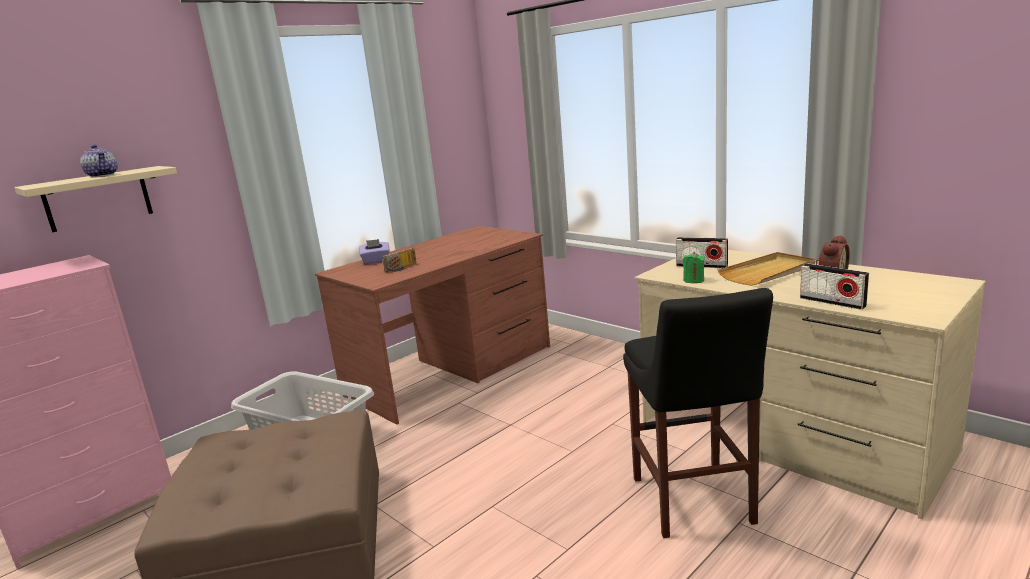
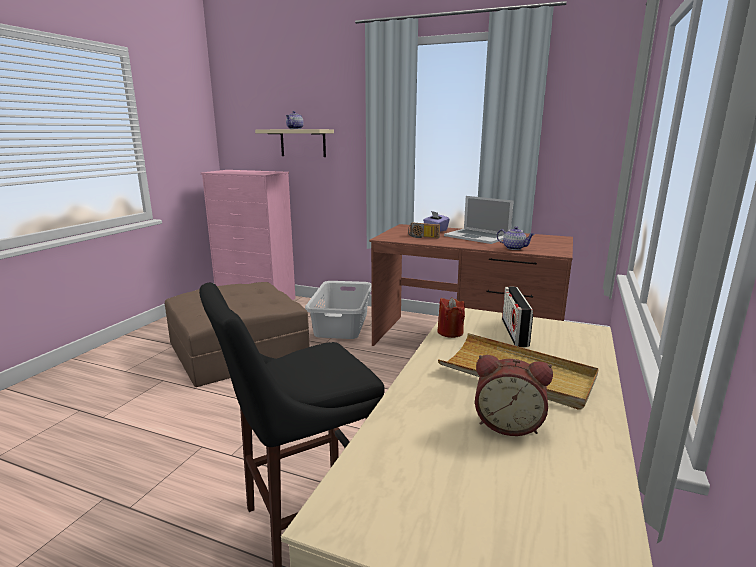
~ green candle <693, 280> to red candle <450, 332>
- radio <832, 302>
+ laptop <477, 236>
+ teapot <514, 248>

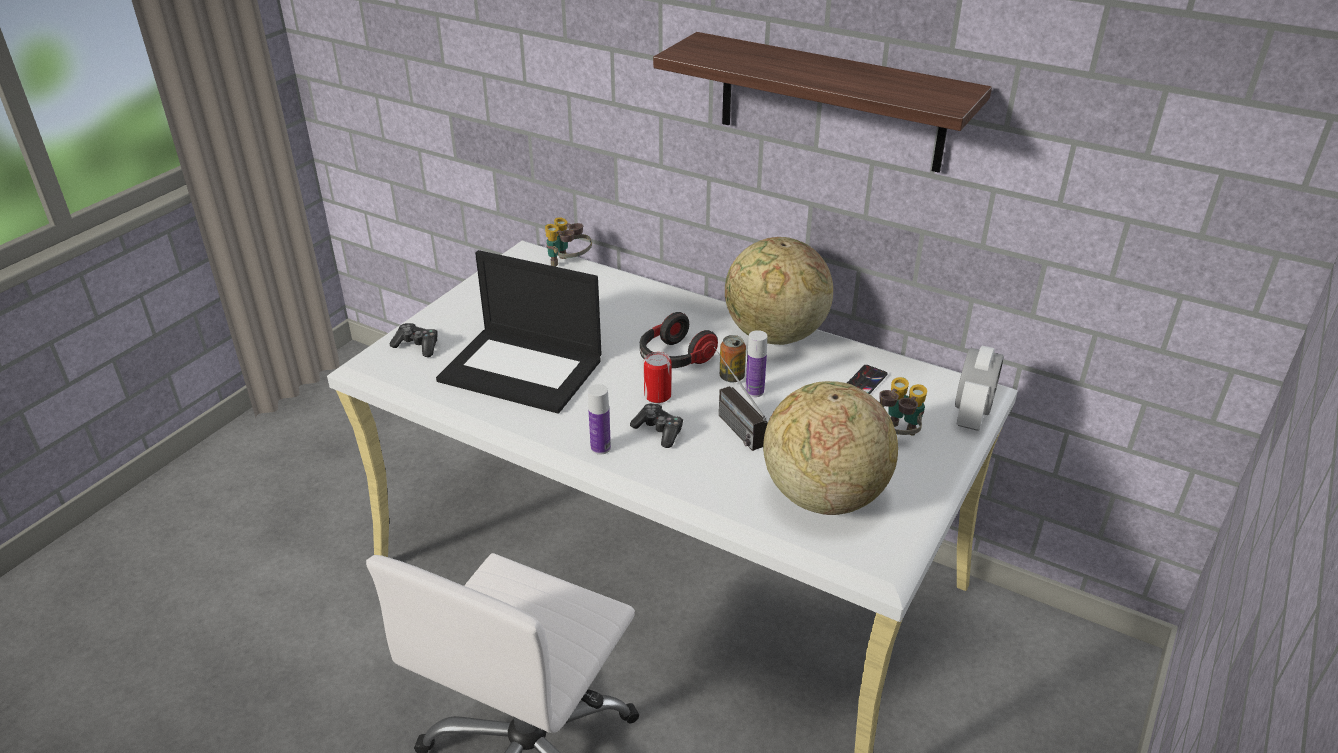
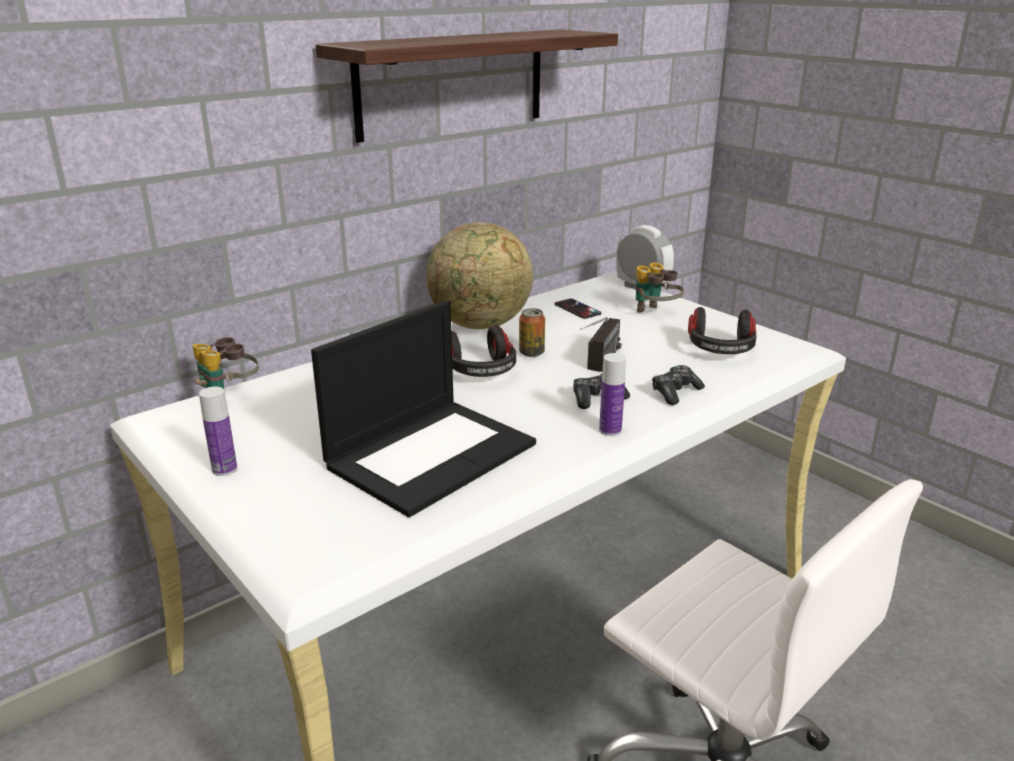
~ game controller <417, 346> to <675, 392>
- can <657, 395>
~ radio <730, 421> = <600, 365> 60 degrees counterclockwise
~ bottle <754, 391> to <224, 469>
~ globe <823, 496> to headphones <720, 350>

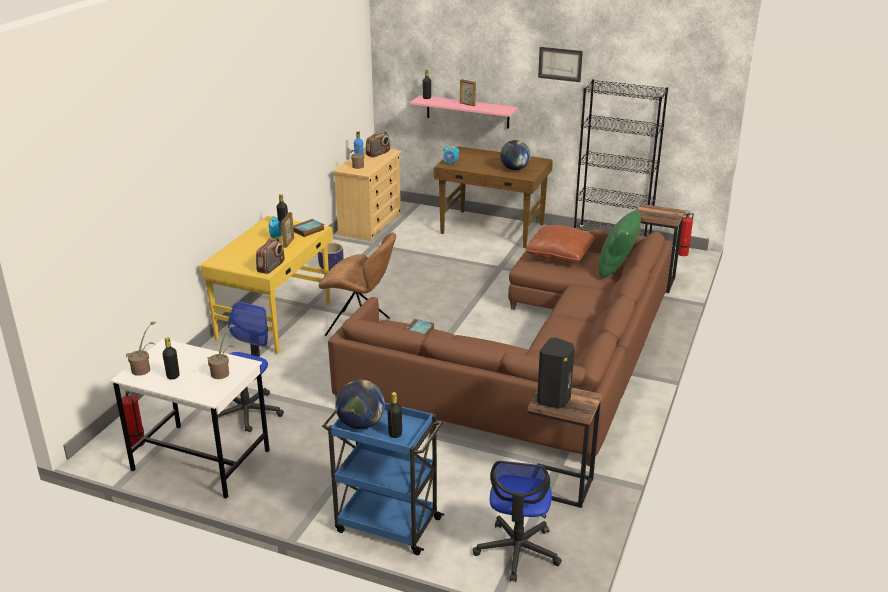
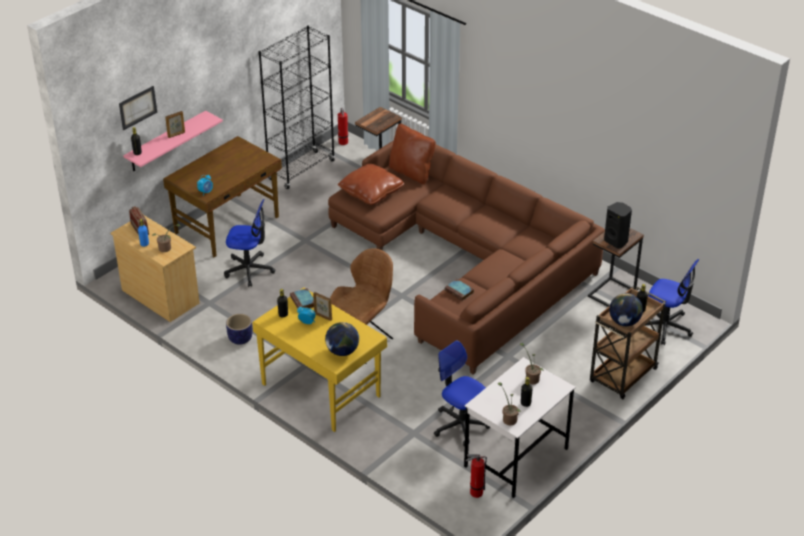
- radio <271, 267>
~ blue cart <386, 524> to brown cart <622, 376>
~ globe <514, 169> to <342, 351>
~ picture <560, 64> to <137, 107>
~ green pillow <616, 269> to brown pillow <411, 173>
+ office chair <249, 270>

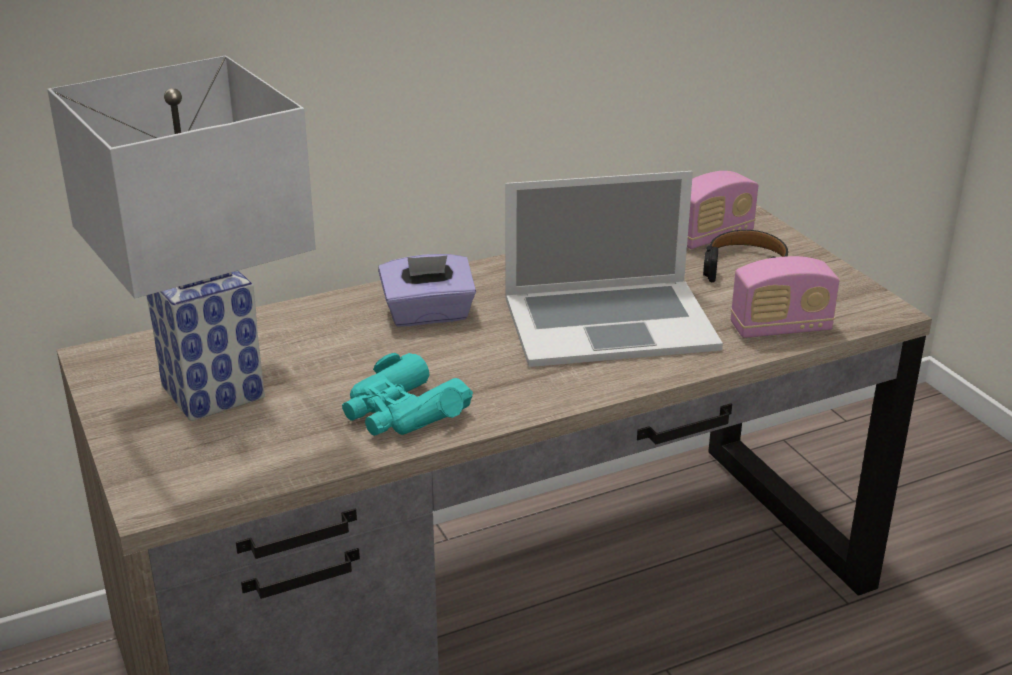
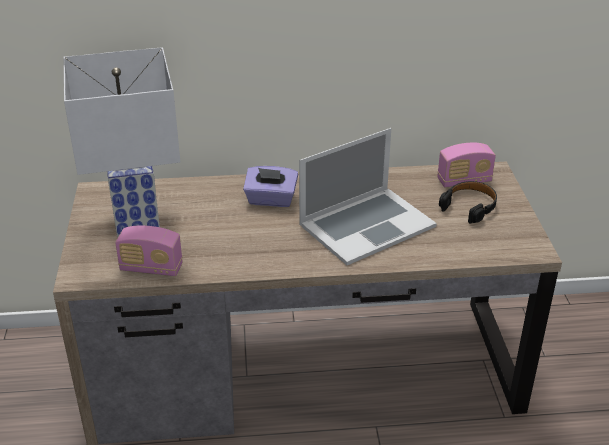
- turquoise binoculars <402, 412>
~ laptop <609, 322> = <366, 225> 45 degrees counterclockwise
~ radio <780, 329> to <151, 268>

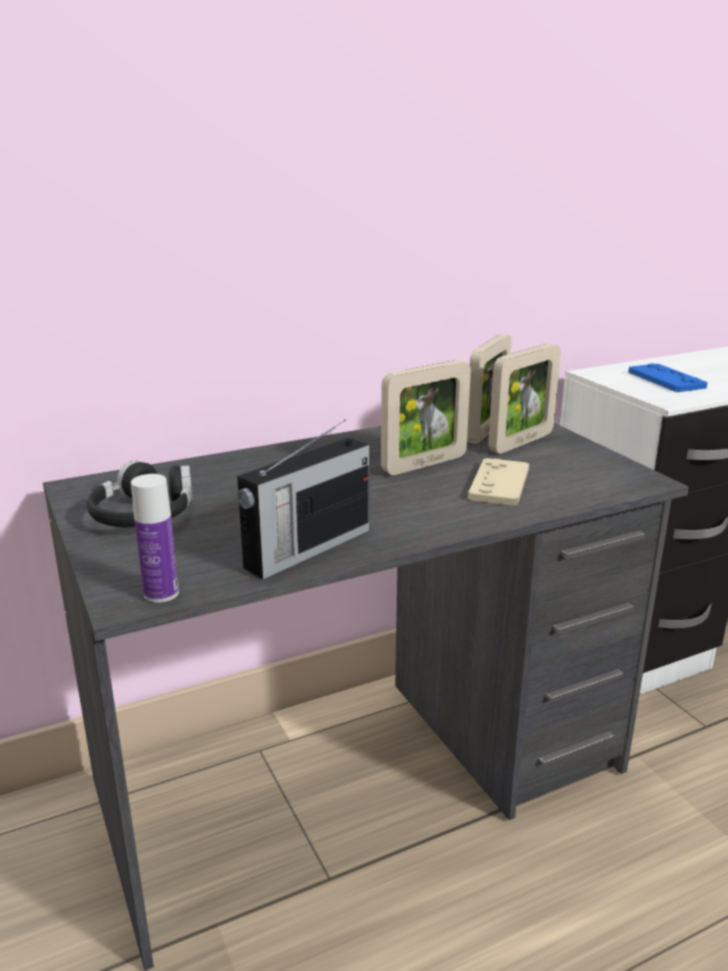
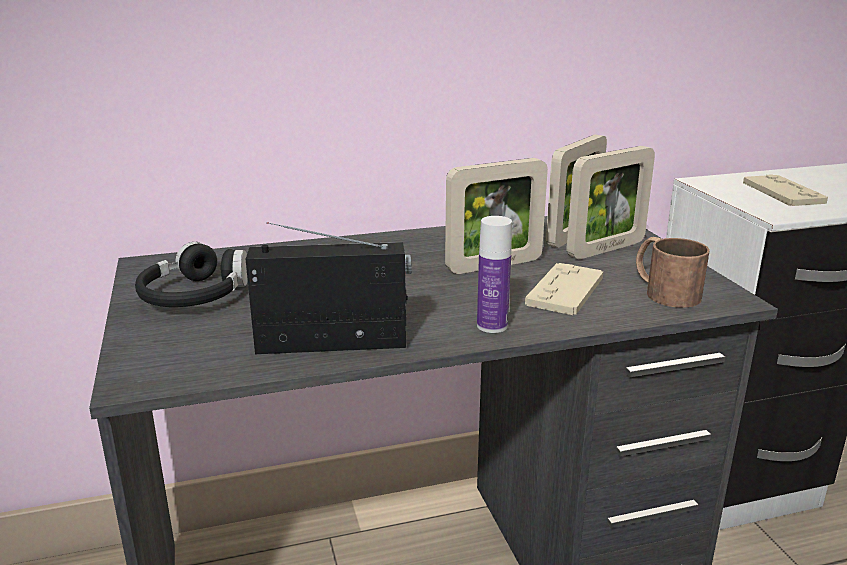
~ bottle <161, 593> to <492, 326>
~ radio <306, 549> = <334, 343> 150 degrees counterclockwise
~ blue game controller <666, 379> to beige game controller <783, 192>
+ brown mug <663, 291>

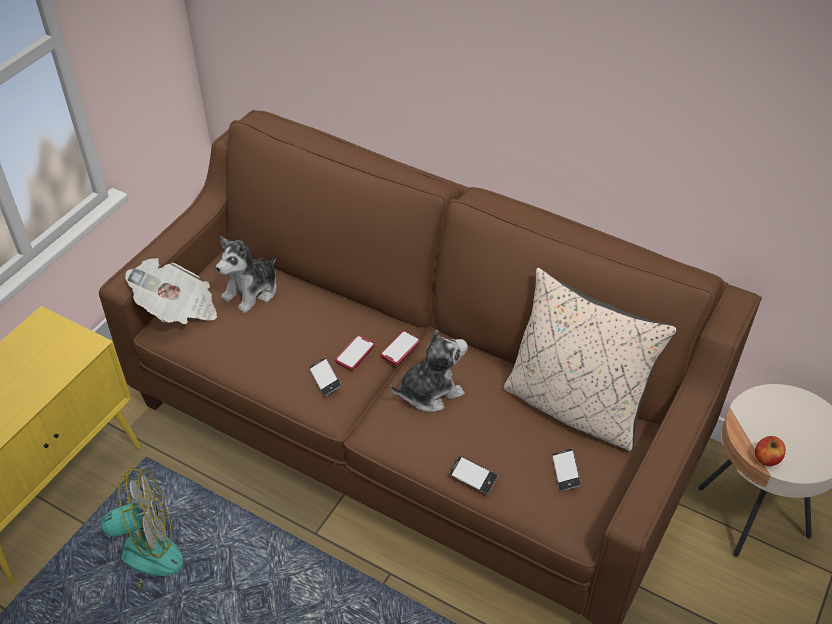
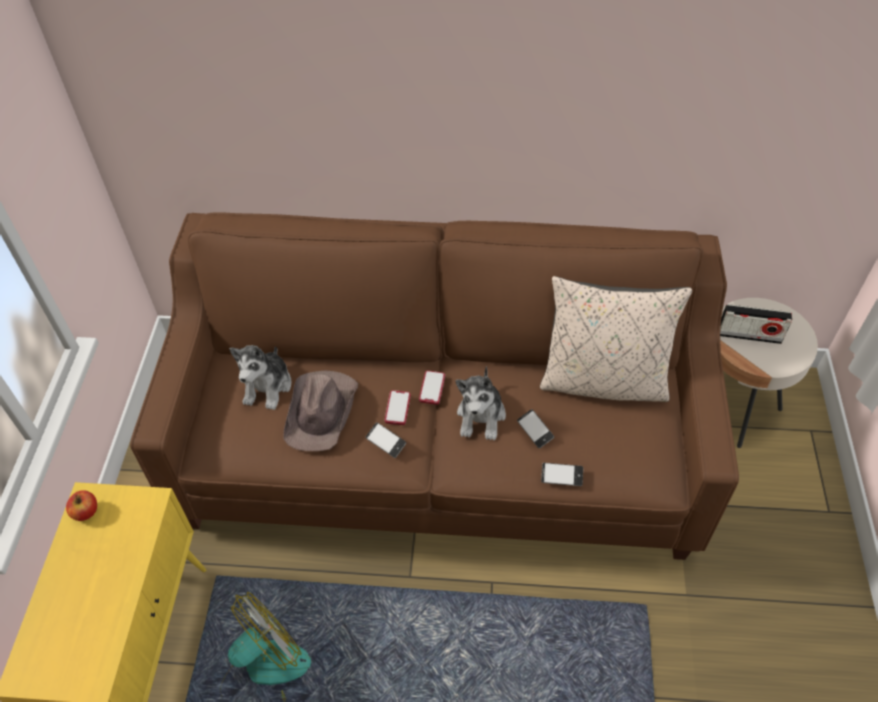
- newspaper <178, 308>
~ plush toy <430, 391> = <481, 416> 150 degrees clockwise
~ phone <565, 472> to <535, 430>
~ apple <767, 458> to <86, 512>
+ brown hat <322, 411>
+ radio <749, 335>

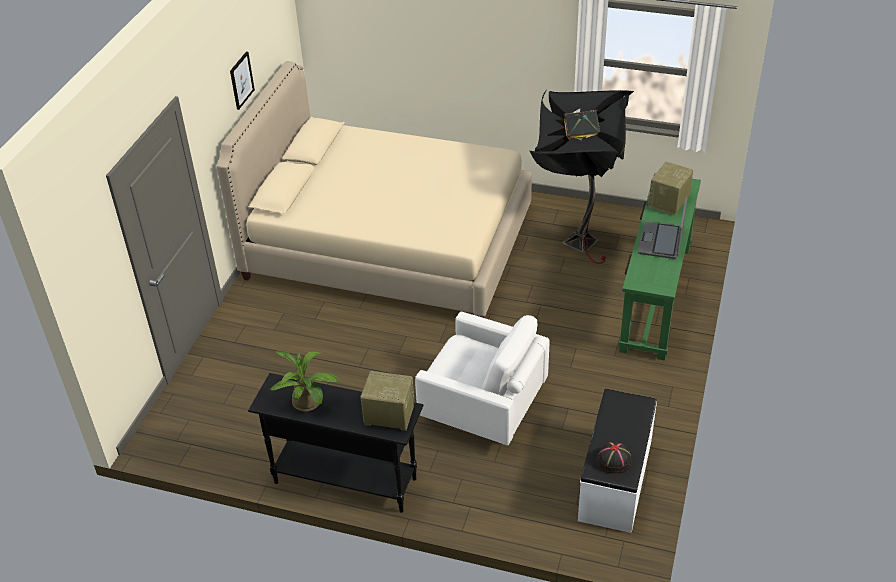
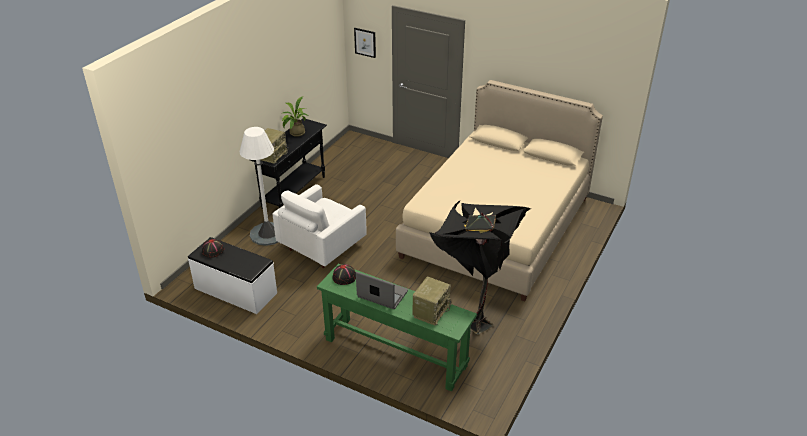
~ picture <241, 80> to <365, 42>
~ radio <668, 202> = <431, 311> 75 degrees clockwise
+ white floor lamp <268, 234>
+ black hat <344, 277>

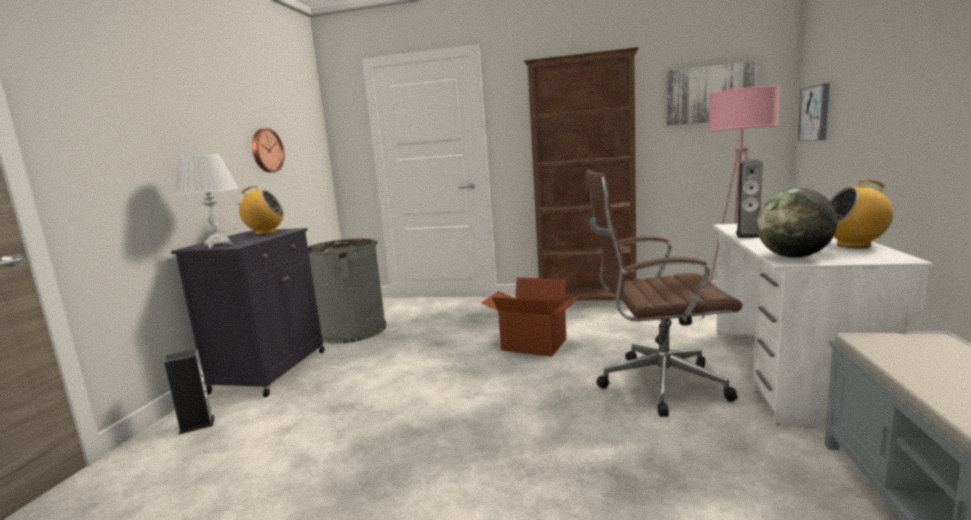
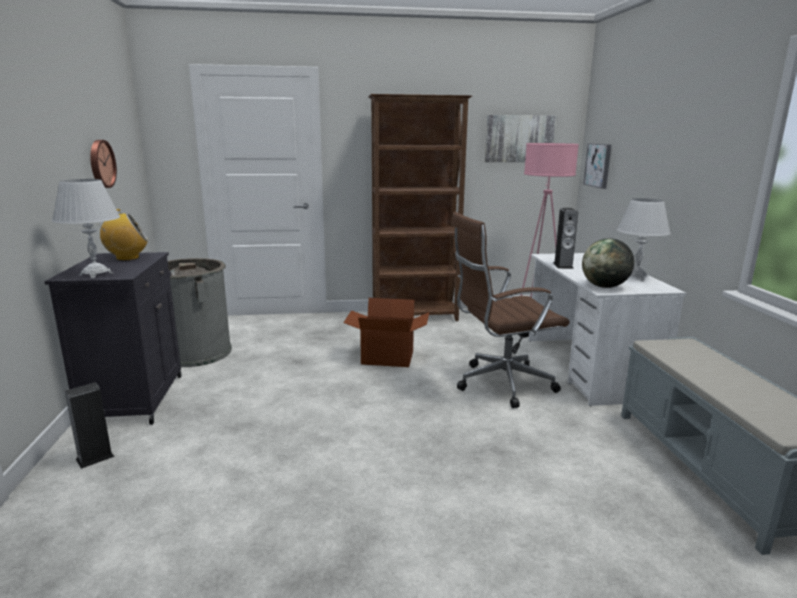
~ radio <854, 245> to white table lamp <636, 277>

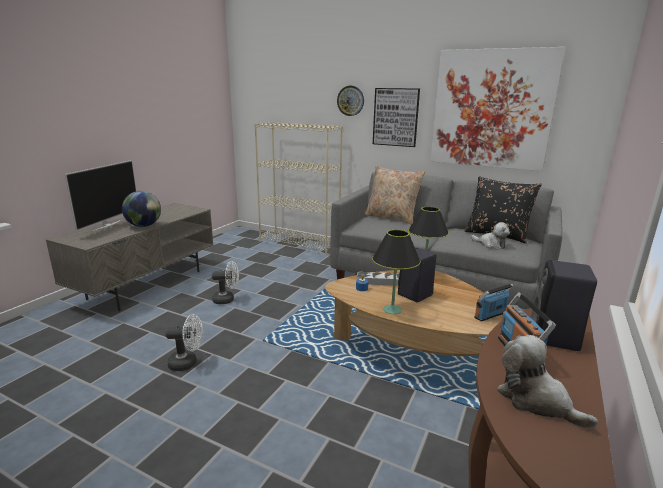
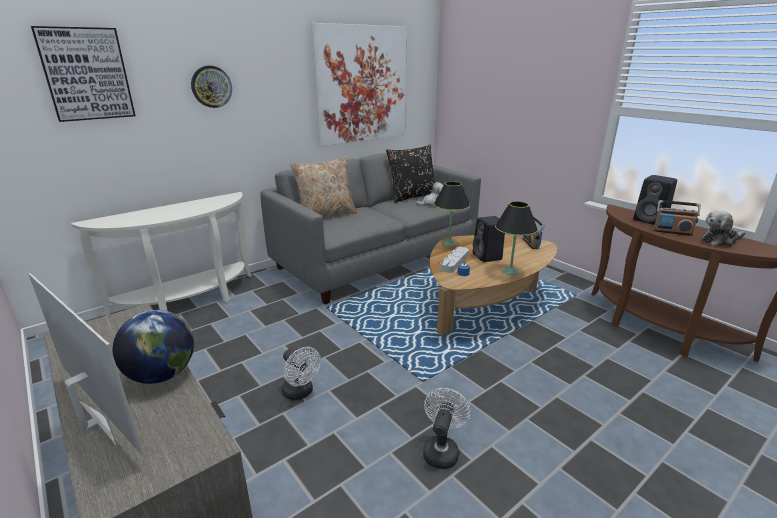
~ white fan <227, 299> = <301, 393> 120 degrees clockwise
~ beige bookcase <300, 243> to white console table <189, 302>
~ picture <395, 117> to <86, 74>

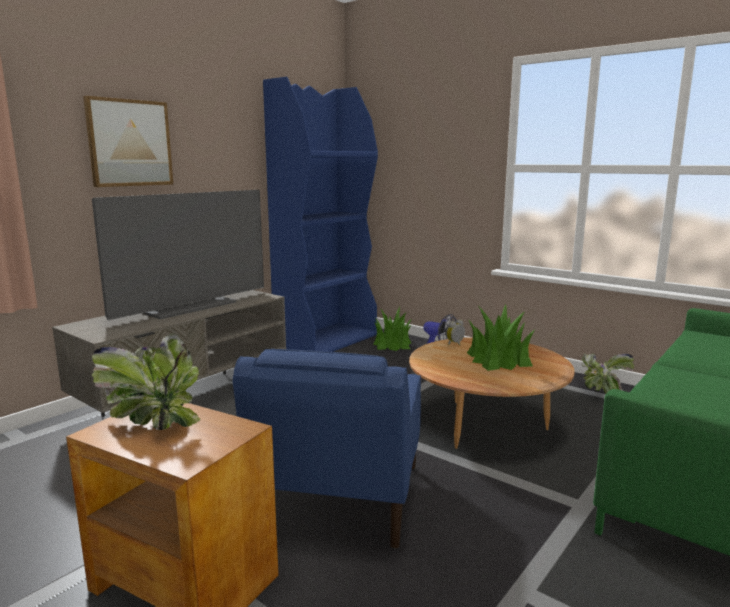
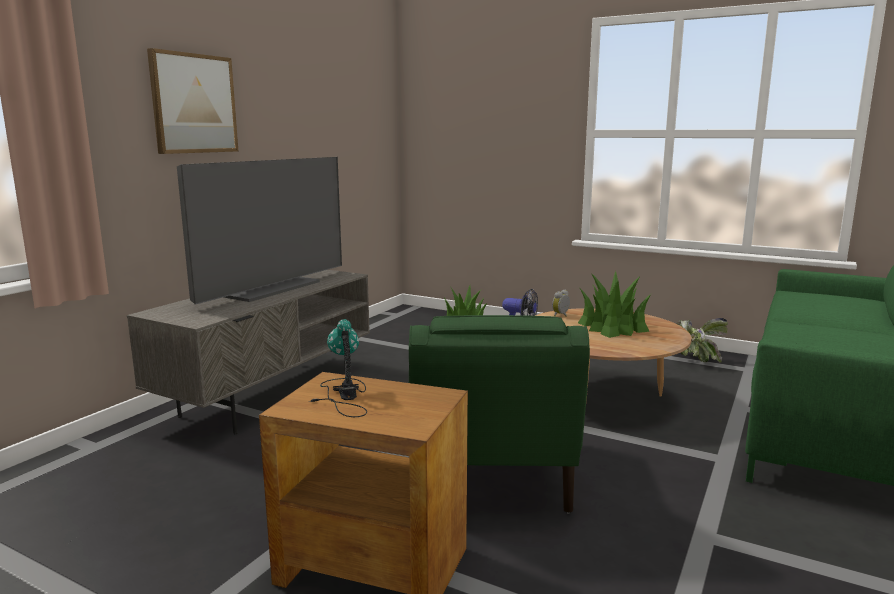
~ potted plant <155, 422> to table lamp <343, 395>
~ blue armchair <339, 499> to green armchair <490, 475>
- blue bookcase <327, 340>

